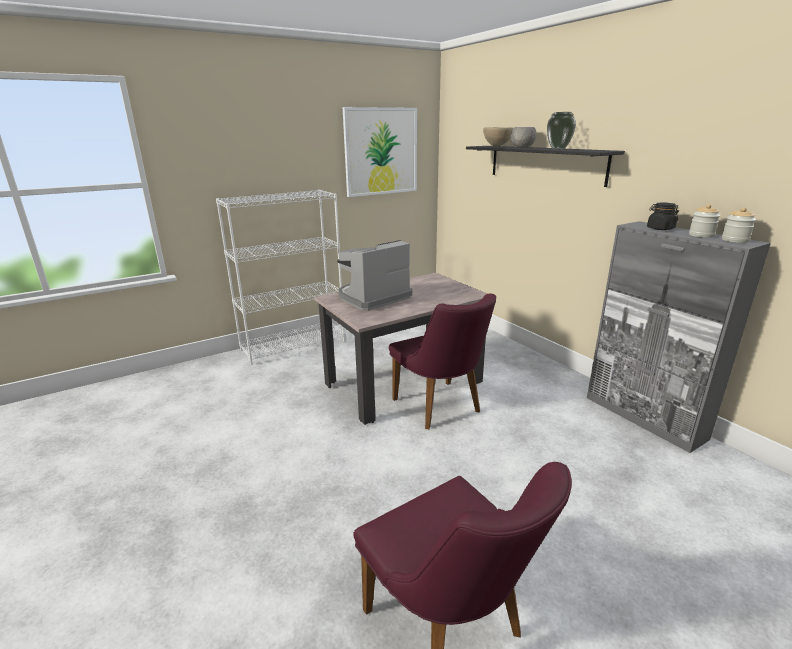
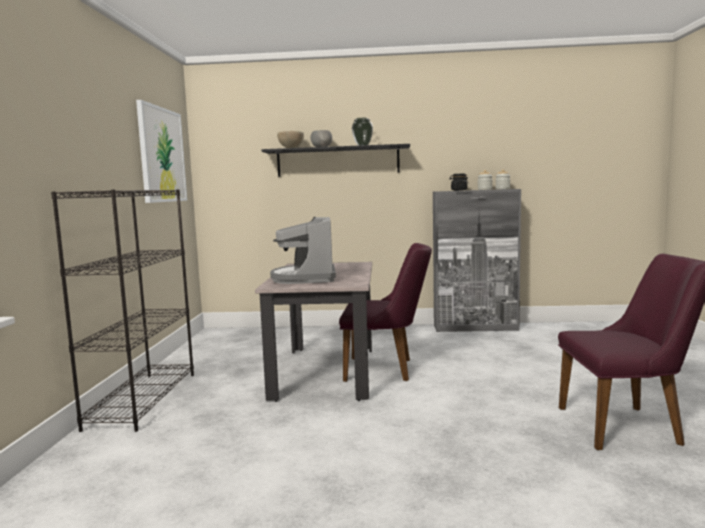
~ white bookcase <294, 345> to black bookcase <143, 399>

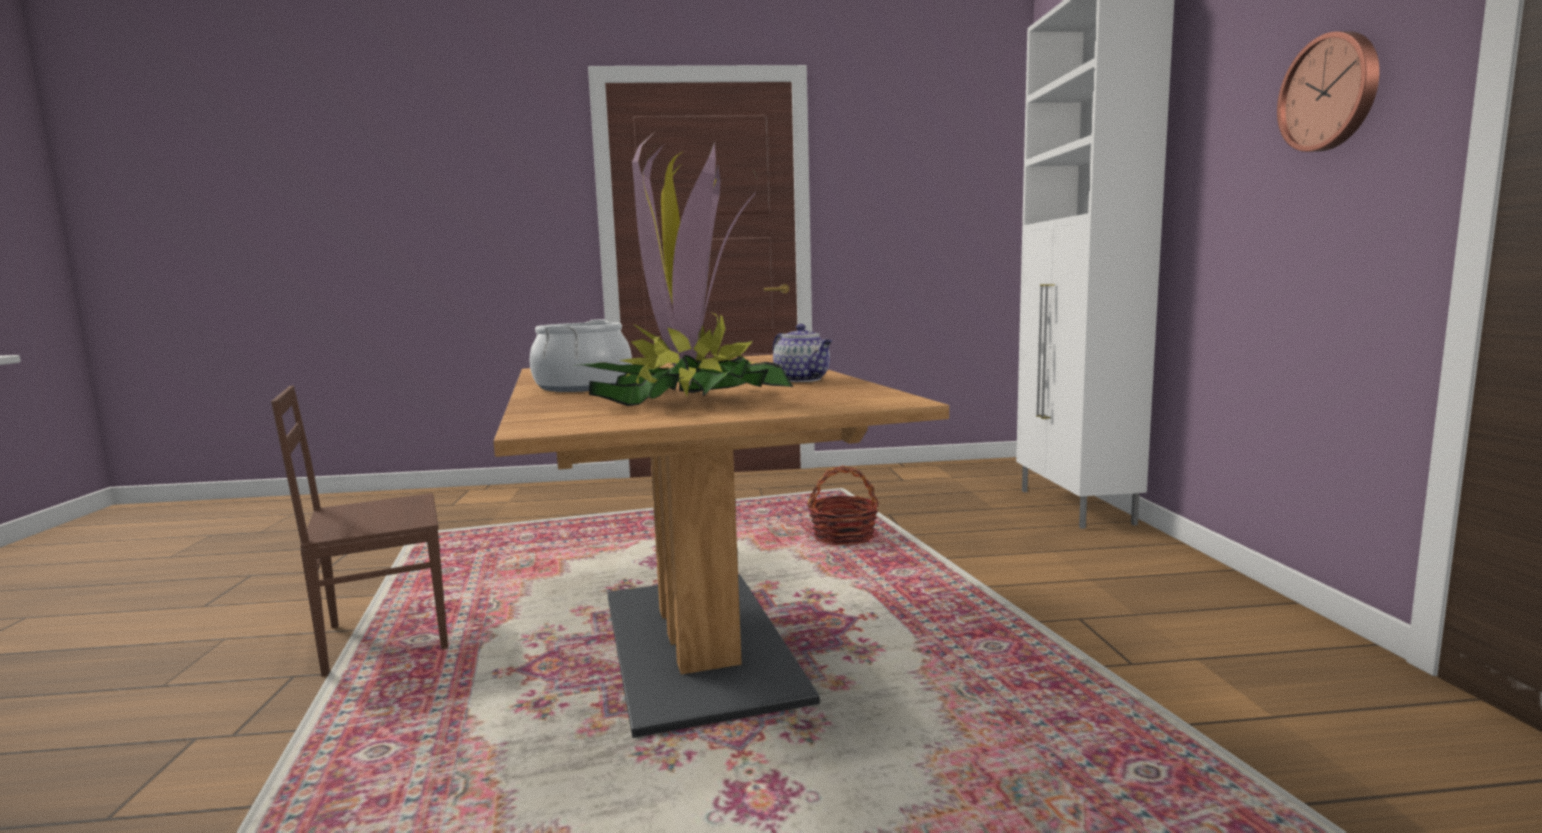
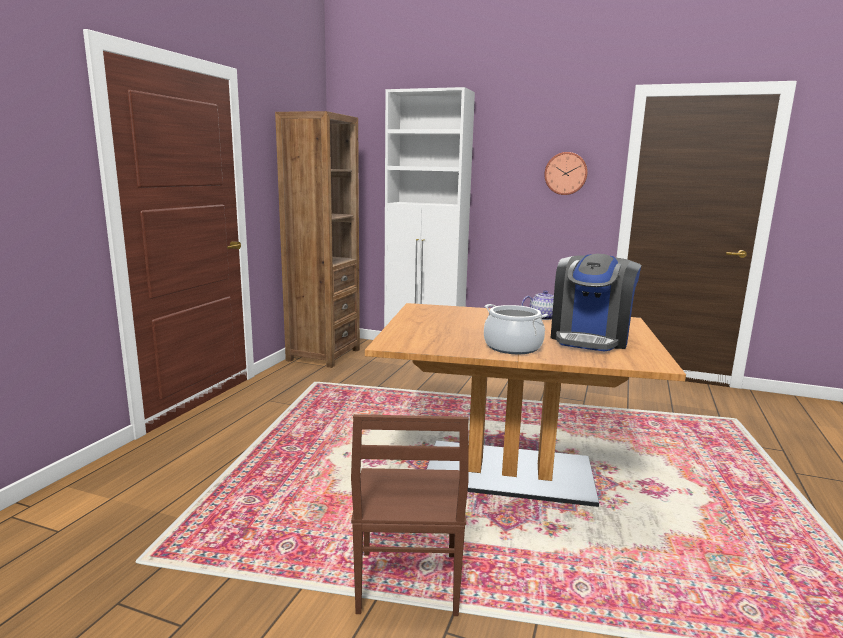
~ potted plant <690, 399> to coffee machine <590, 338>
- basket <844, 537>
+ brown bookcase <323, 355>

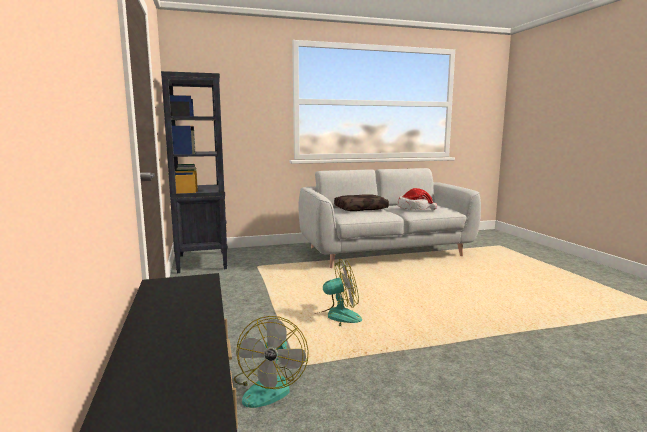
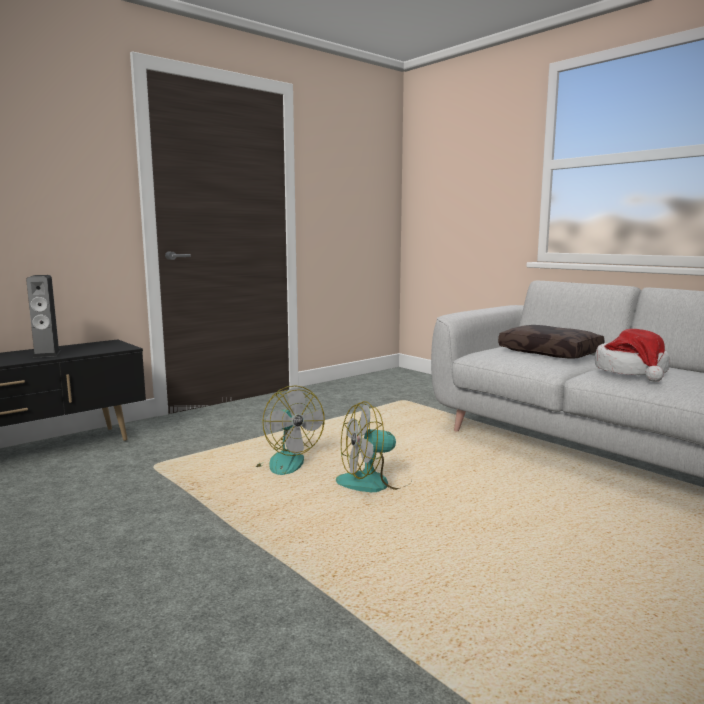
- black bookcase <202, 262>
~ fan <269, 386> to <374, 483>
+ speaker <47, 354>

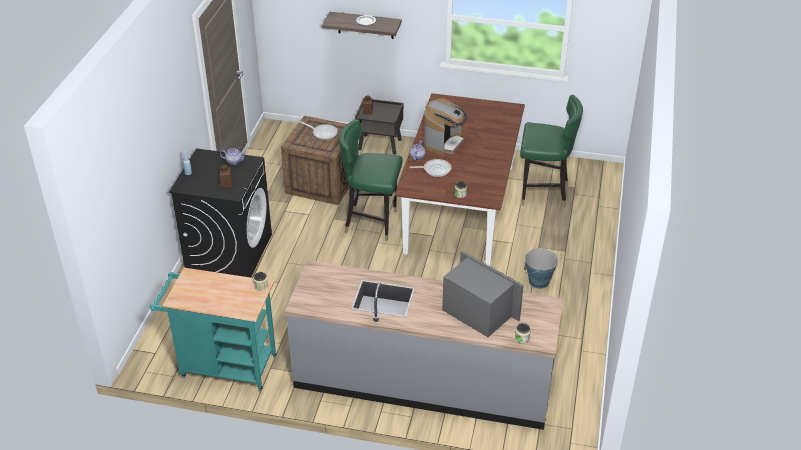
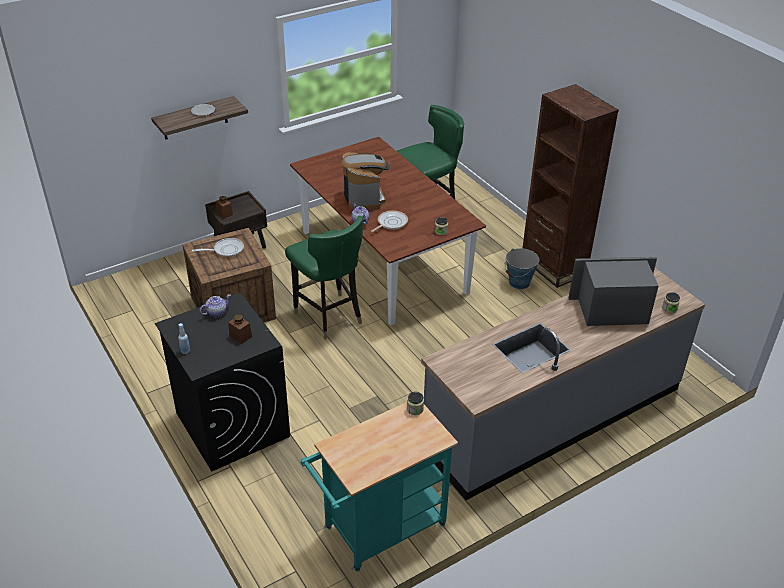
~ green chair <372, 223> = <328, 316> 90 degrees counterclockwise
+ brown bookcase <553, 266>

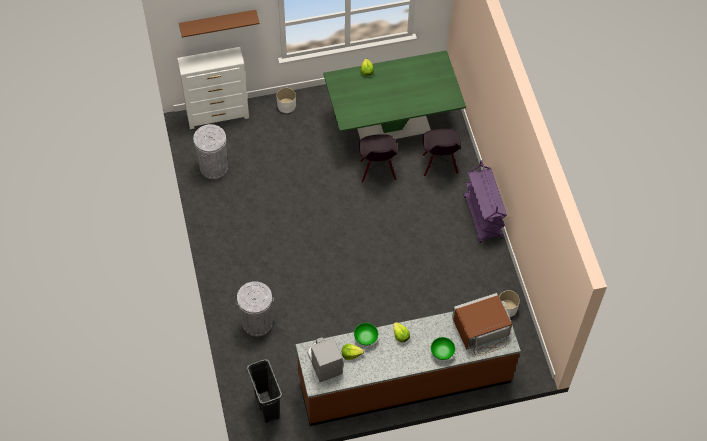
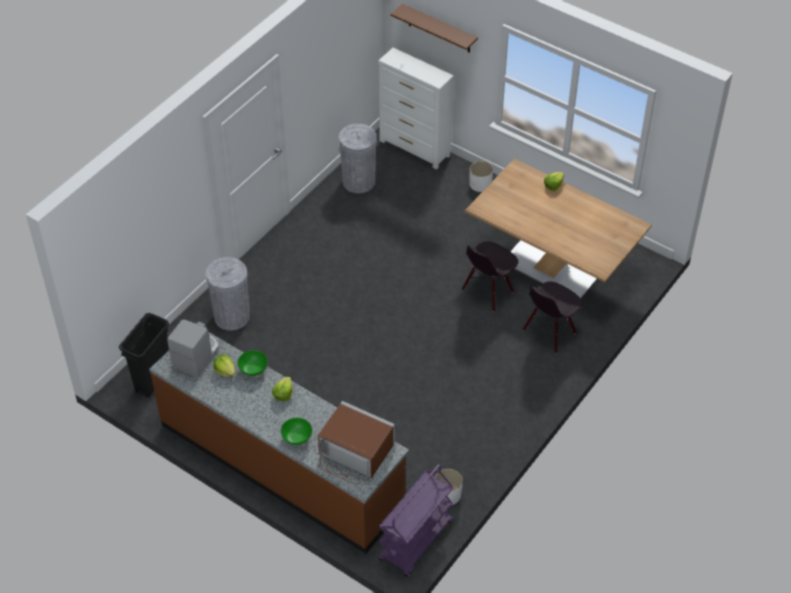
~ green dining table <392, 124> to brown dining table <551, 268>
~ purple cart <483, 217> to <416, 541>

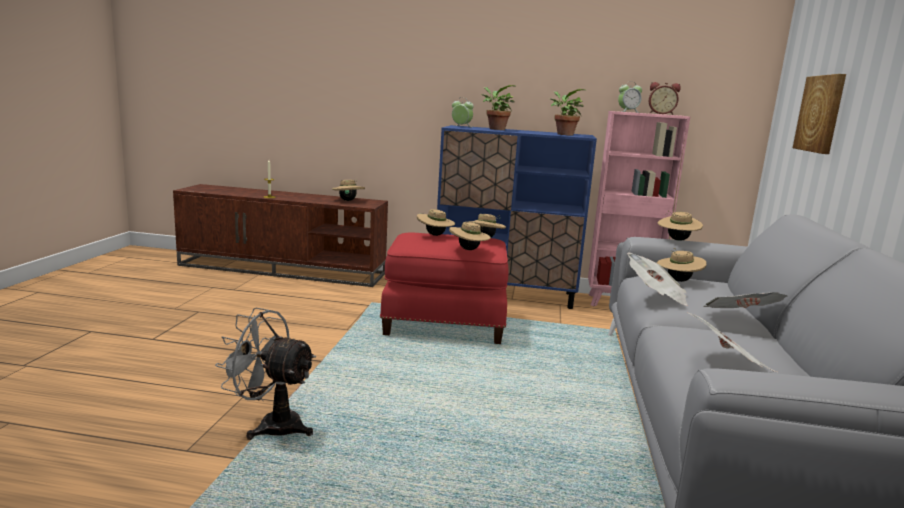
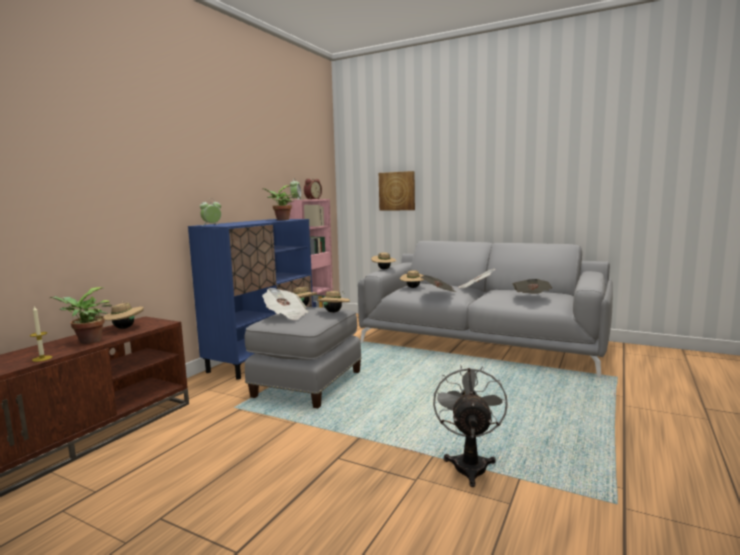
~ grey fan <271, 425> = <469, 463> 150 degrees clockwise
~ red ottoman <444, 322> to grey ottoman <306, 383>
~ beige hat <435, 235> to newspaper <286, 315>
~ potted plant <495, 129> to <87, 341>

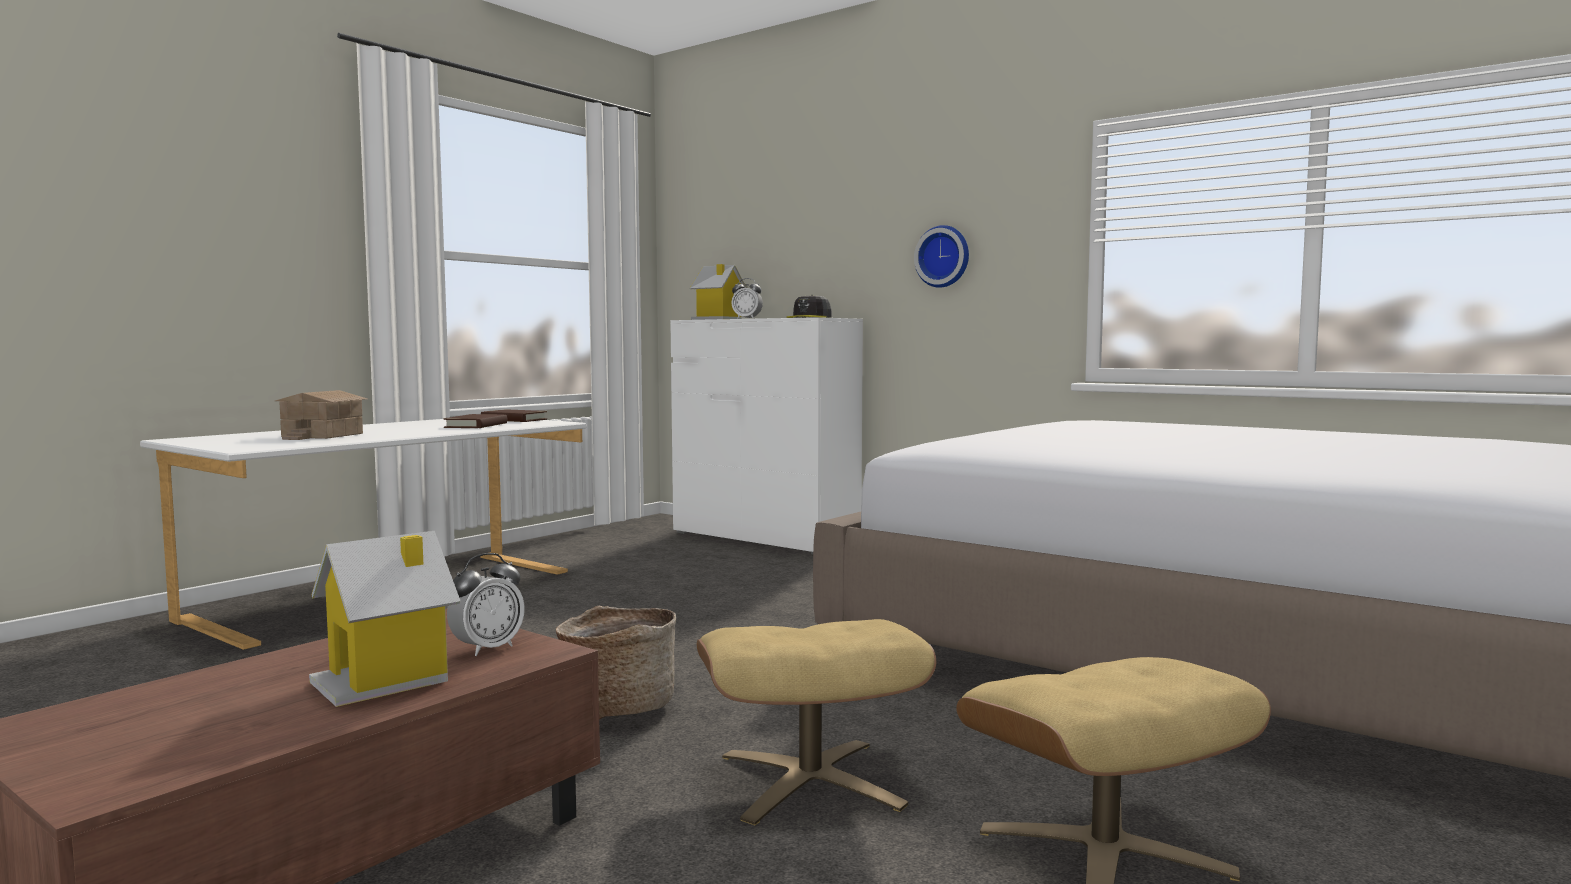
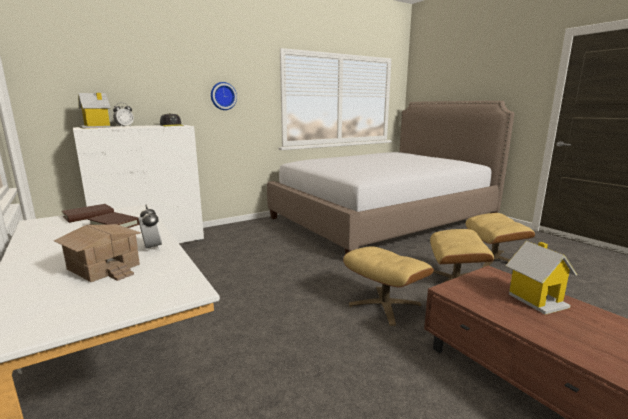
~ alarm clock <487, 649> to <152, 248>
~ basket <618, 707> to beige ottoman <384, 304>

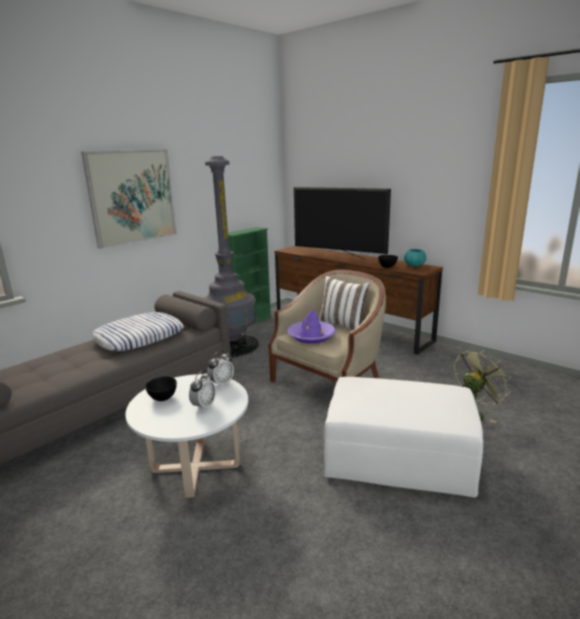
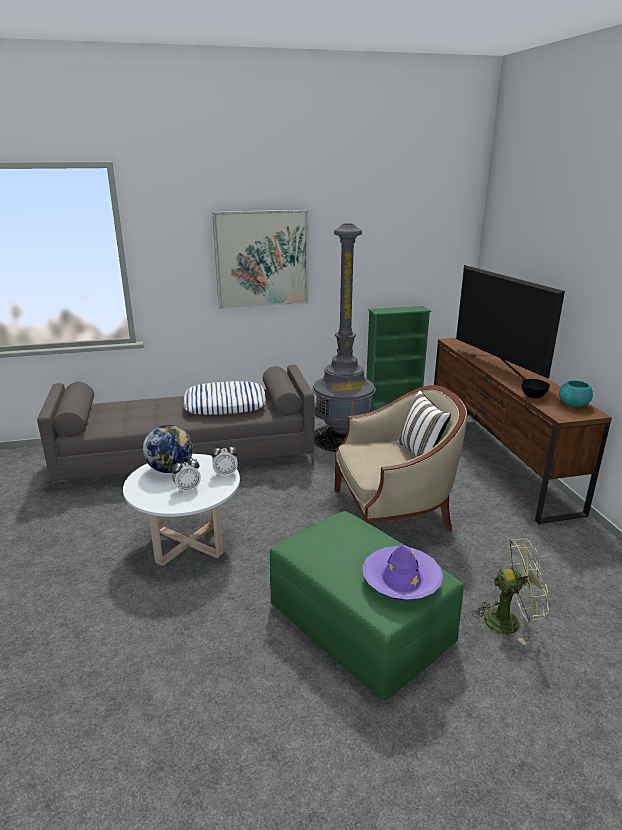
~ black bowl <163, 398> to globe <170, 469>
~ purple hat <311, 336> to <401, 580>
~ white ottoman <398, 458> to green ottoman <360, 623>

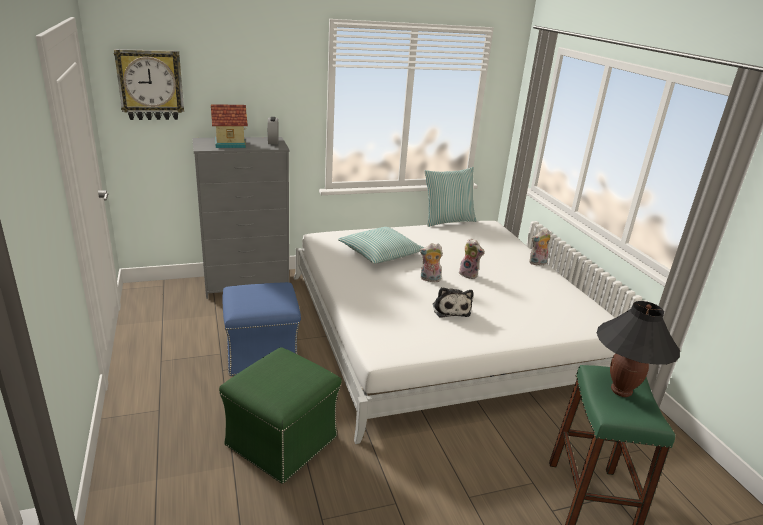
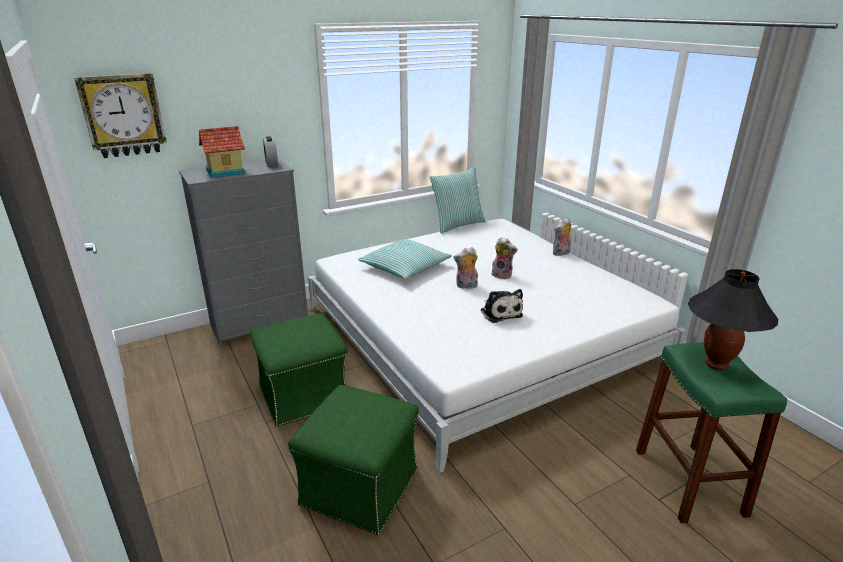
~ blue ottoman <262, 353> to green ottoman <304, 395>

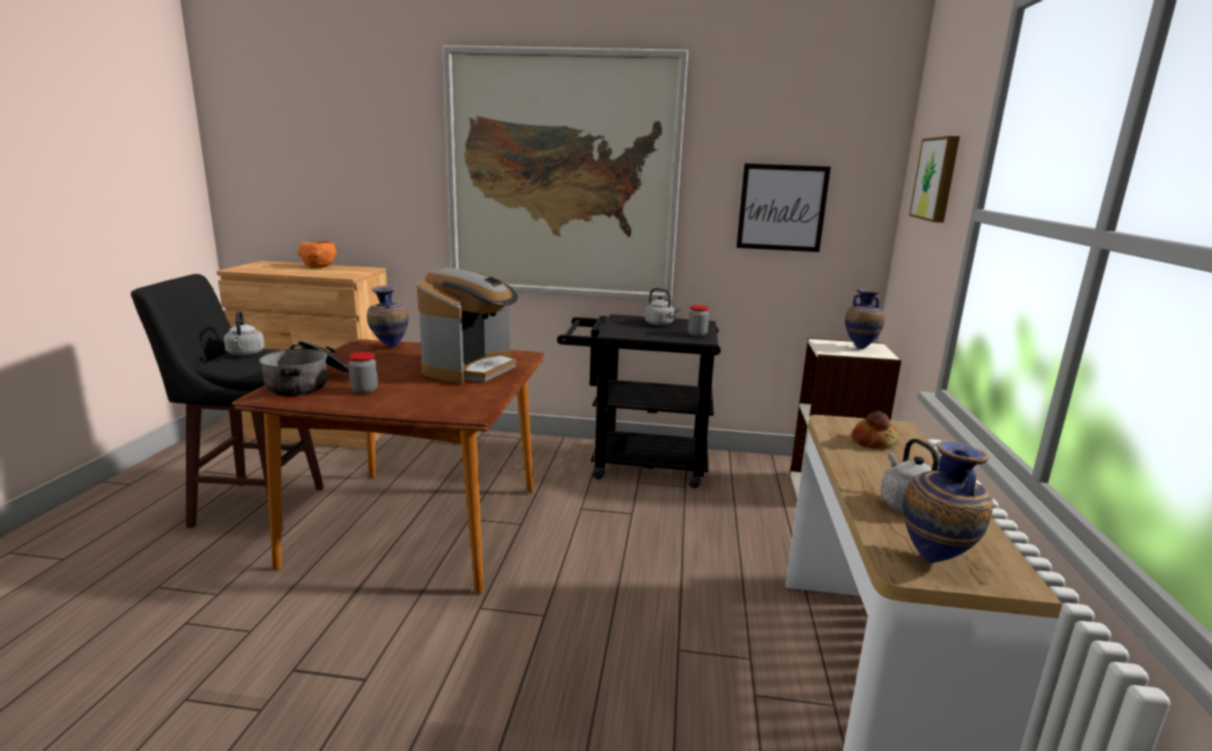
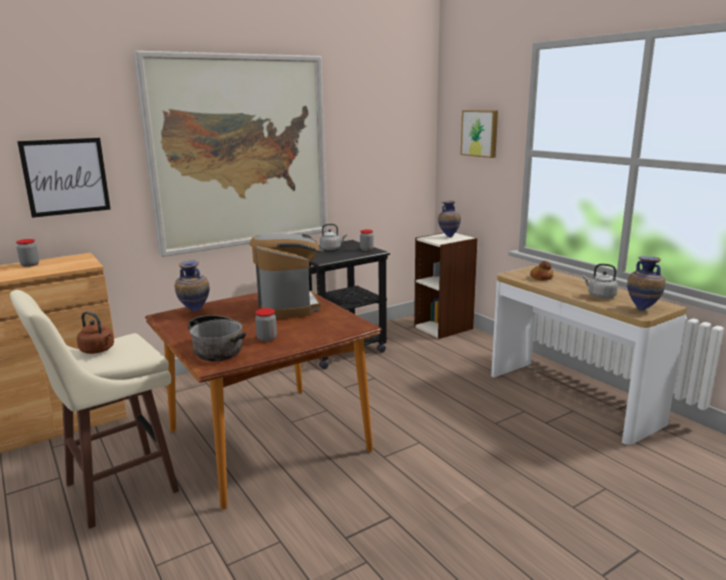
~ black stool <255, 506> to beige stool <117, 489>
~ grey kettle <245, 354> to brown kettle <98, 350>
~ orange bowl <319, 267> to jar <30, 265>
~ picture <782, 208> to <66, 176>

